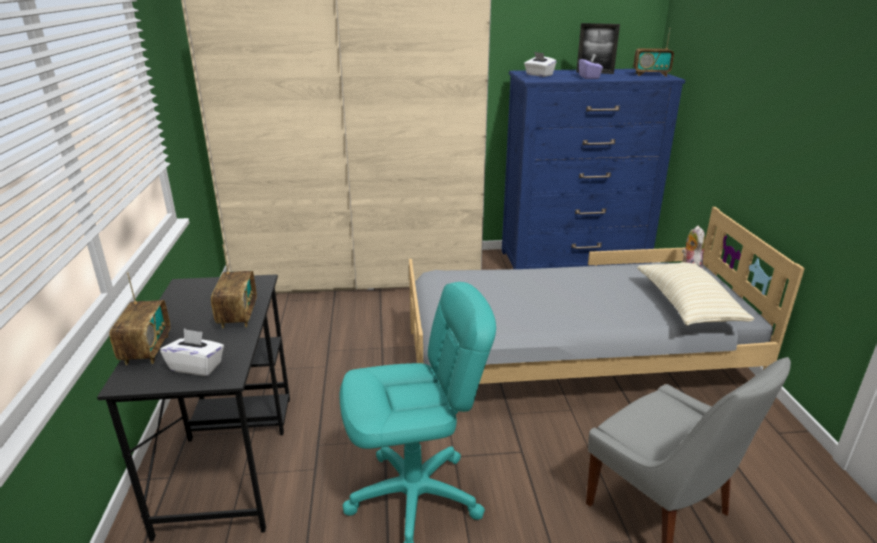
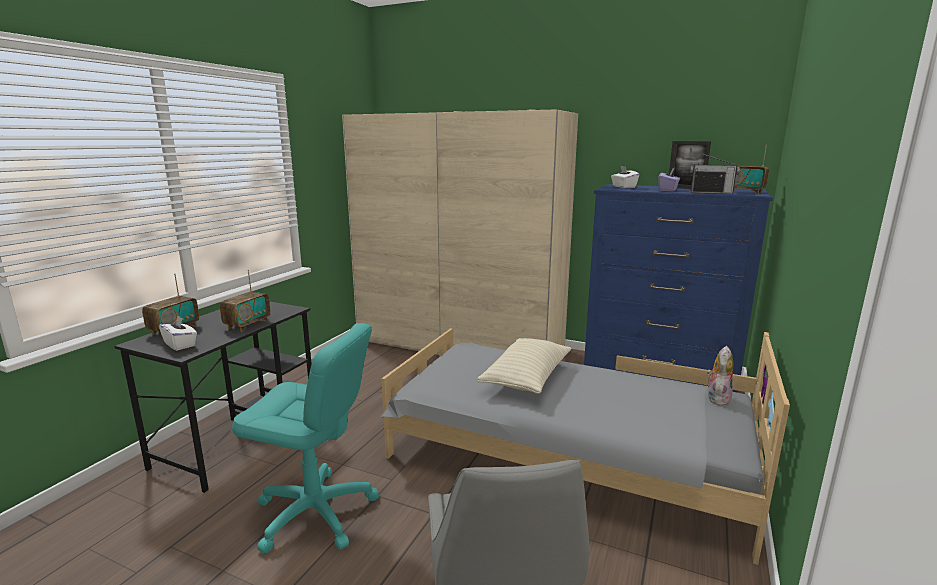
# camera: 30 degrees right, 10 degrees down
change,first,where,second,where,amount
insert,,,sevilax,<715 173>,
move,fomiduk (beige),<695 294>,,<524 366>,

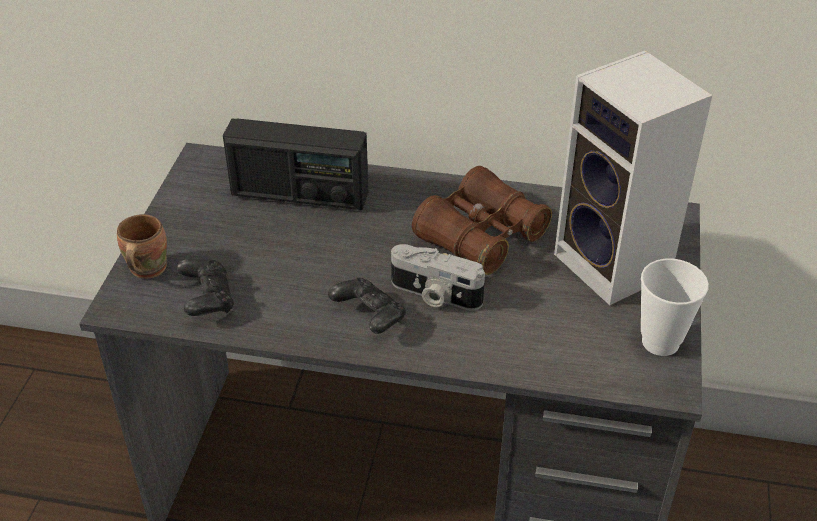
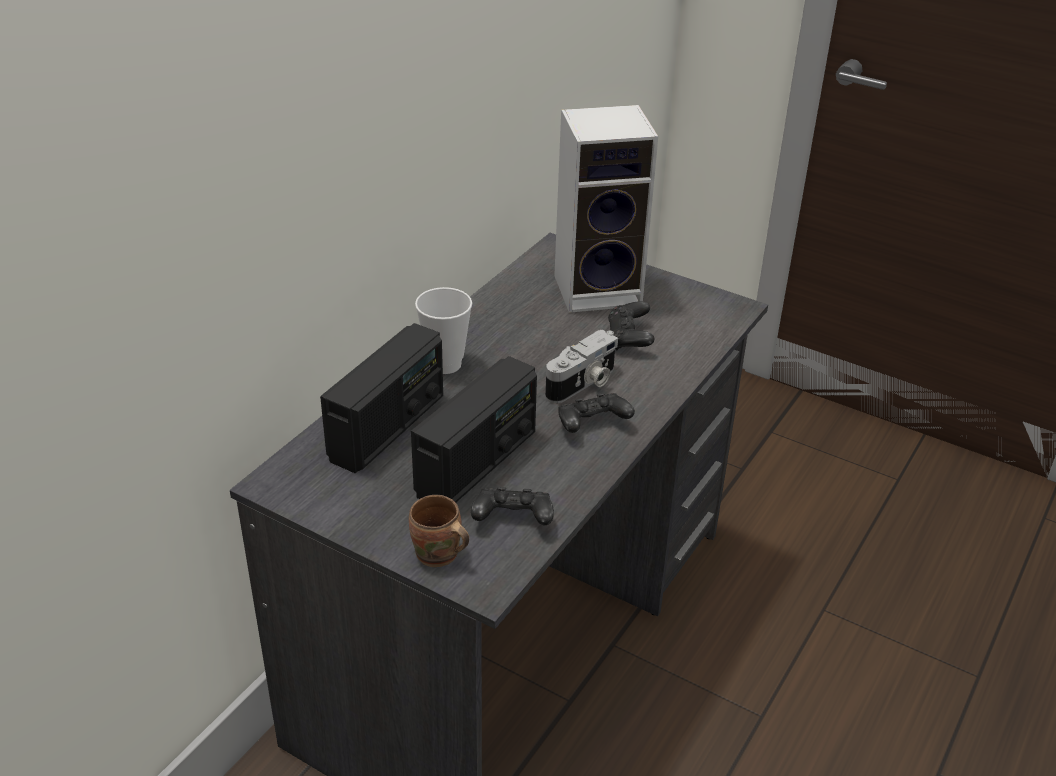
# camera: 70 degrees left, 5 degrees down
change,first,where,second,where,amount
delete,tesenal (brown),<482 220>,,,
insert,,,sevilax,<474 429>,
insert,,,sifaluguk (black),<631 325>,
move,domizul,<675 307>,,<443 330>,

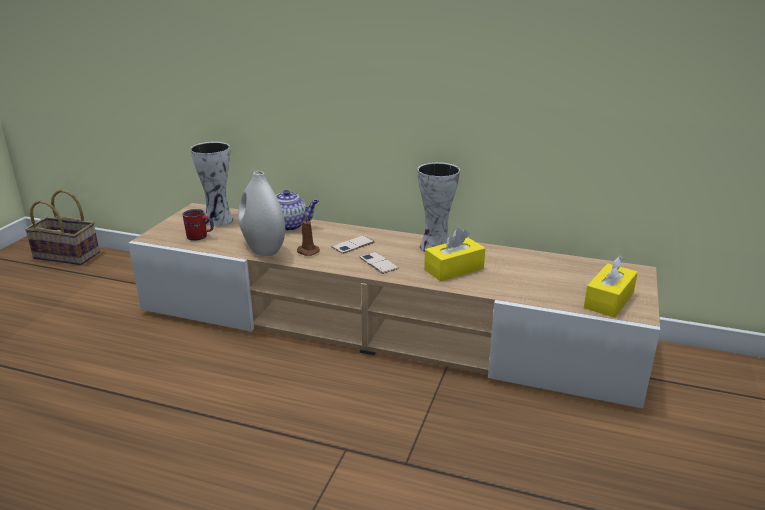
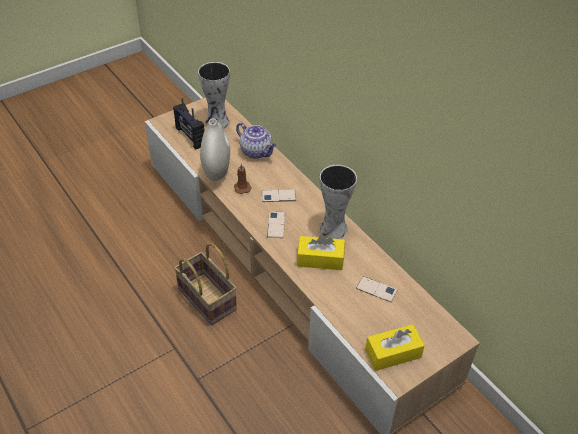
# camera: 35 degrees right, 20 degrees up
change,first,where,second,where,amount
insert,,,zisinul,<377 289>,
move,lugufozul,<62 227>,,<205 284>,
replace,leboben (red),<198 225>,sevilax,<188 123>,

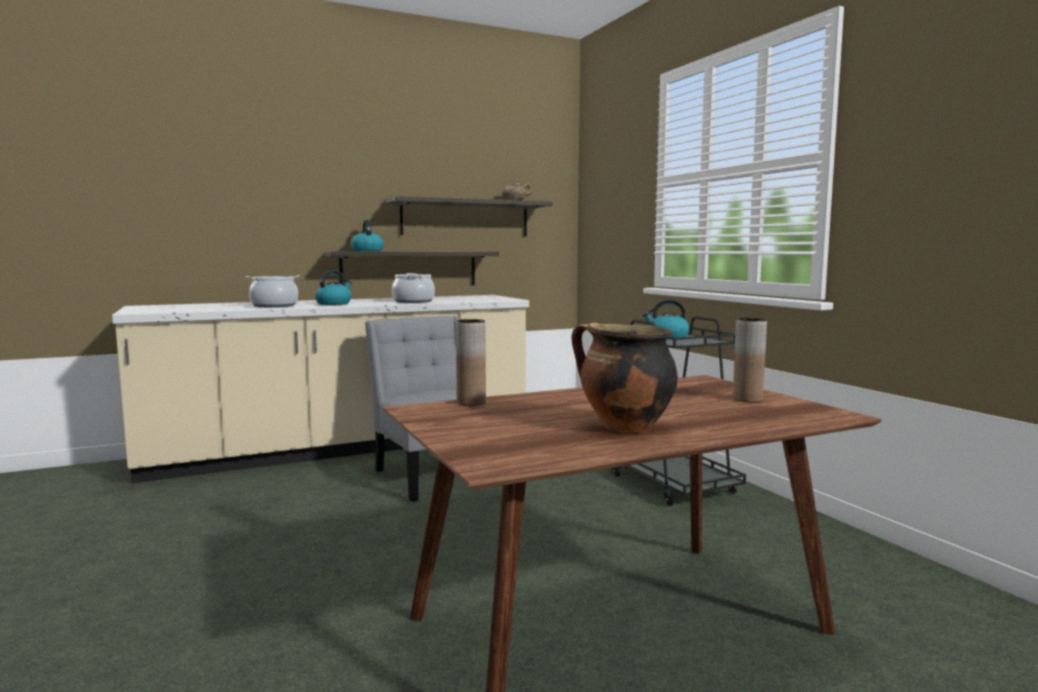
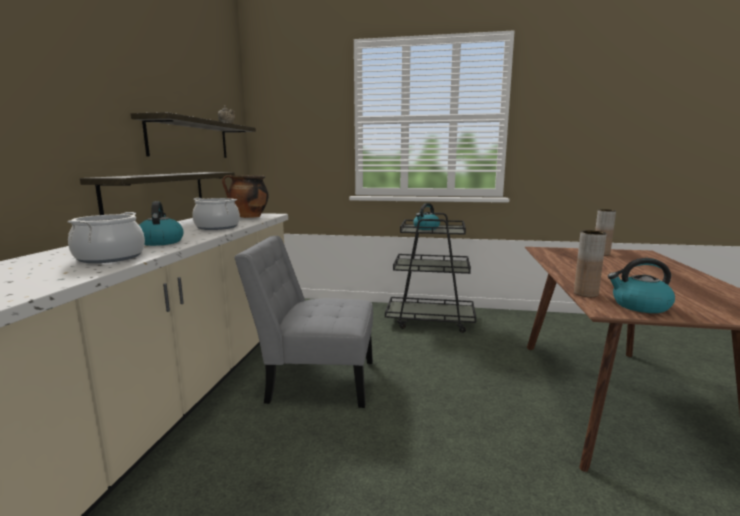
# camera: 55 degrees left, 5 degrees up
change,first,where,second,where,amount
move,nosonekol,<367 235>,,<641 285>,
move,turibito,<624 377>,,<245 196>,

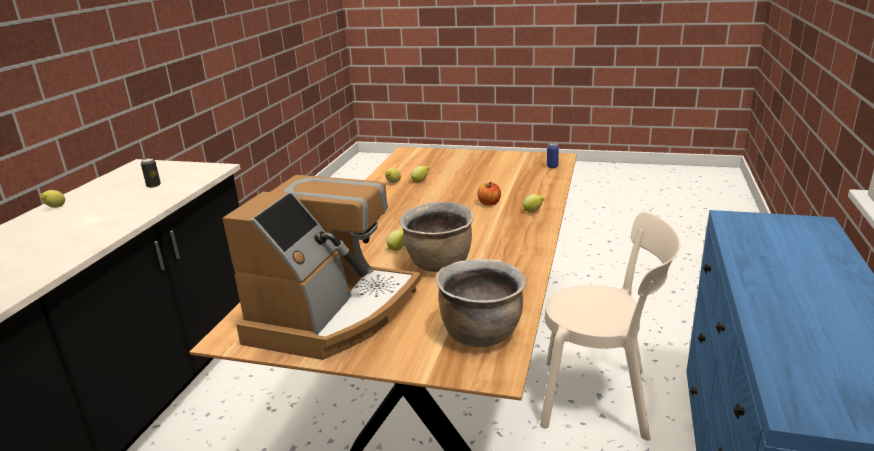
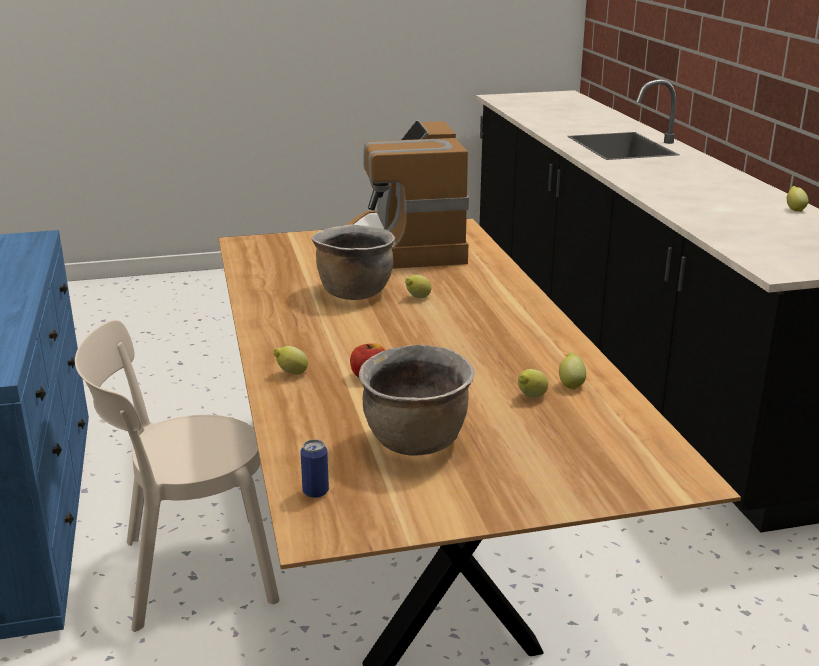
# camera: 150 degrees right, 0 degrees up
change,first,where,second,where,amount
delete,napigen,<151 173>,,,
move,turibito (brown),<481 303>,,<416 400>,

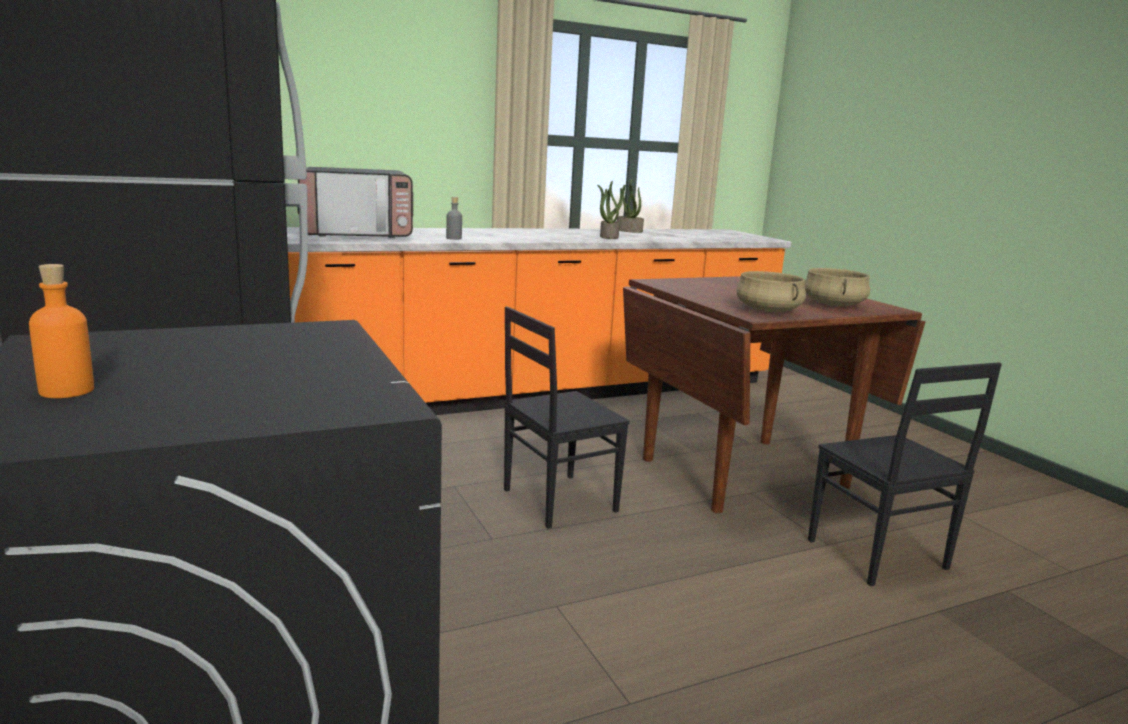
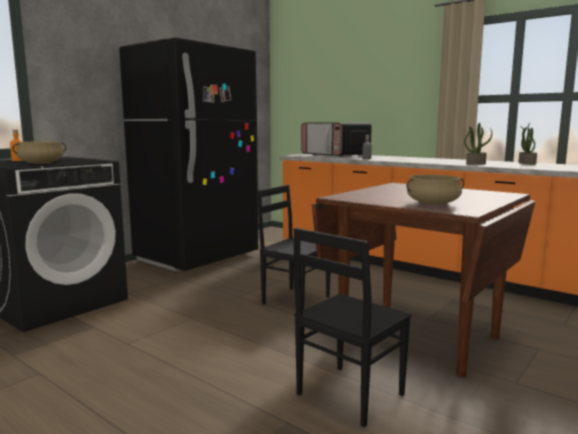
# camera: 65 degrees right, 5 degrees down
change,first,where,second,where,amount
move,turibito (beige),<771 291>,,<39 152>,

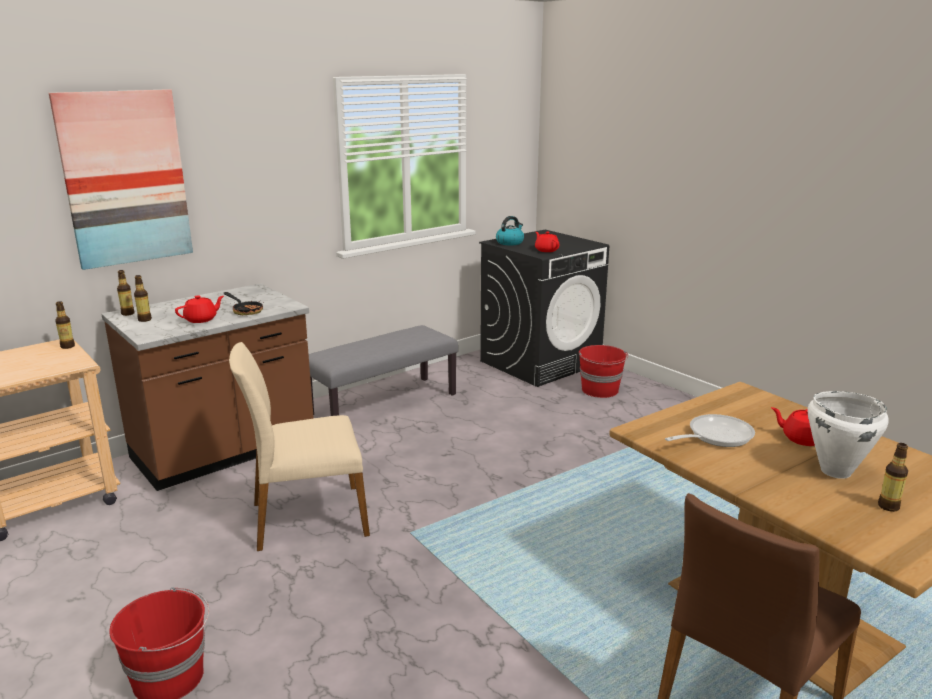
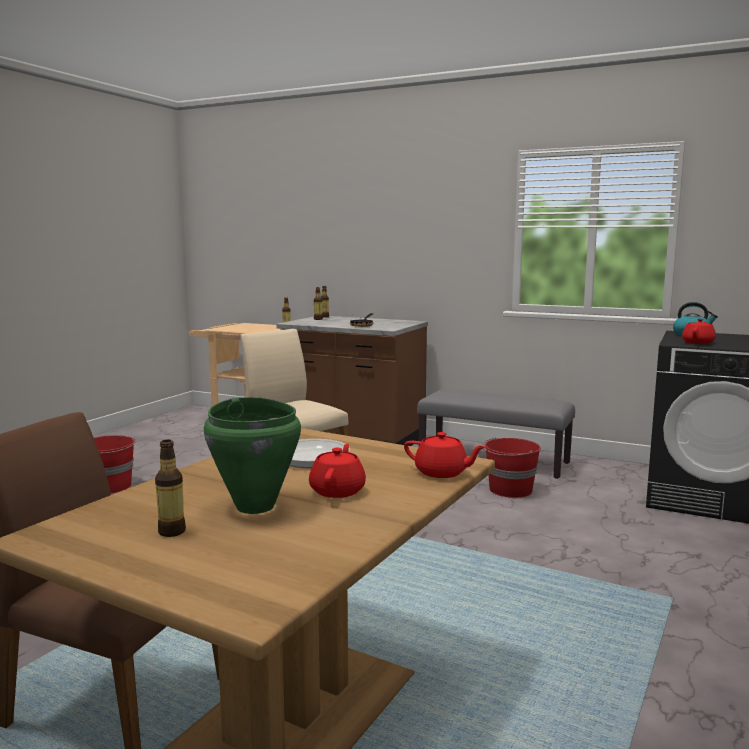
# camera: 65 degrees right, 10 degrees down
change,first,where,second,where,amount
delete,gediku,<121 179>,,,
move,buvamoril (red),<199 309>,,<445 455>,
move,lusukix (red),<603 371>,,<511 467>,
recolor,turibito (white),<848 435>,turibito (green),<252 455>,

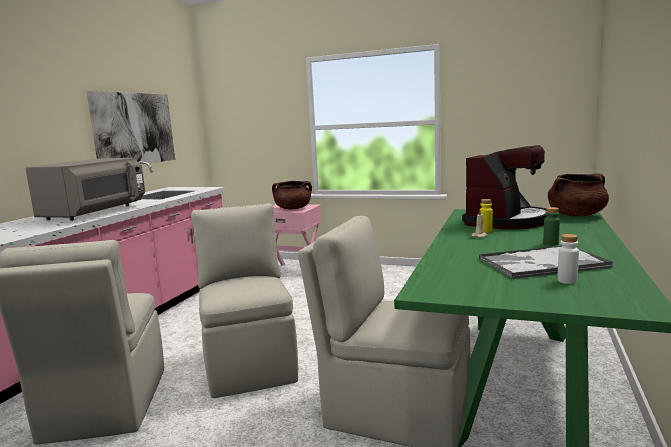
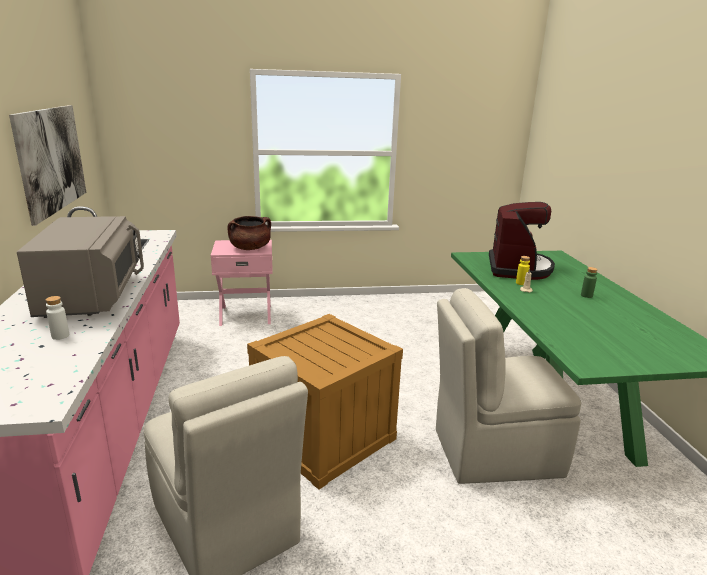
# camera: 30 degrees left, 10 degrees up
change,first,where,second,where,amount
delete,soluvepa,<546 262>,,,
delete,turibito (brown),<578 195>,,,
move,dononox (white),<568 259>,,<57 318>,
replace,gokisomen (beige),<244 300>,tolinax,<325 402>,

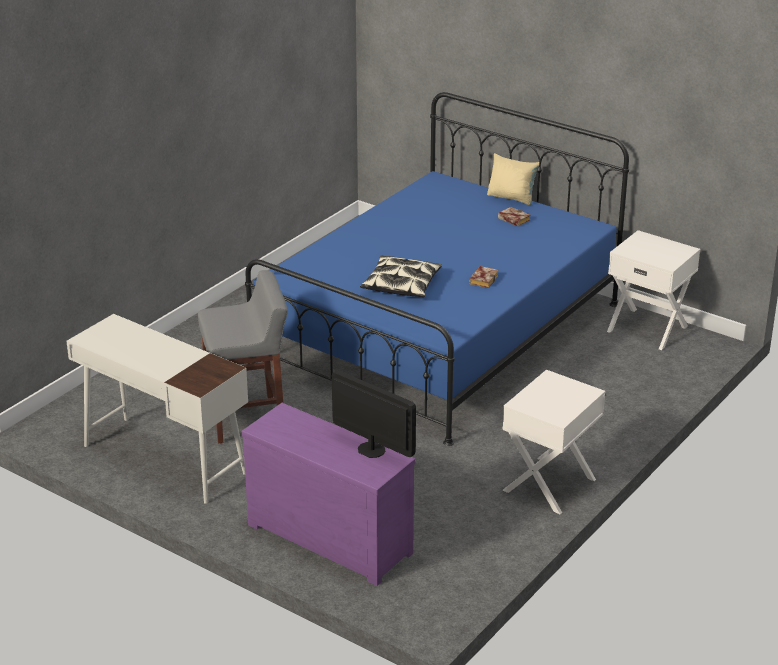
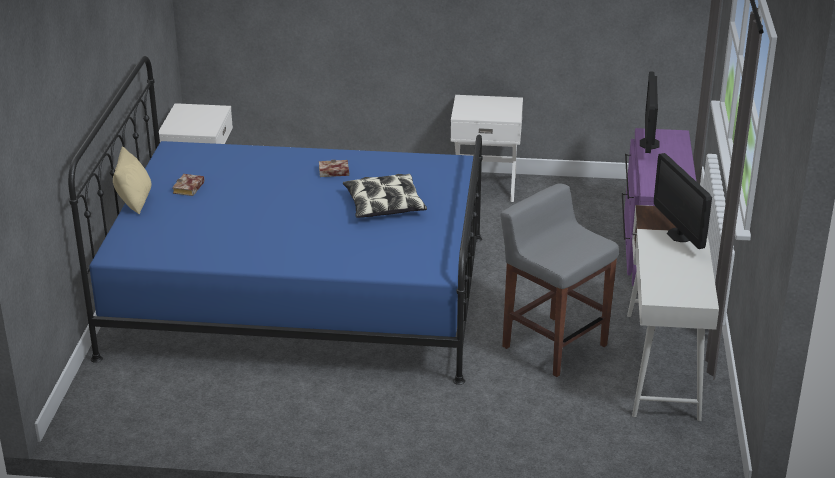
# camera: 120 degrees left, 0 degrees up
change,first,where,second,where,amount
insert,,,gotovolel,<683 201>,

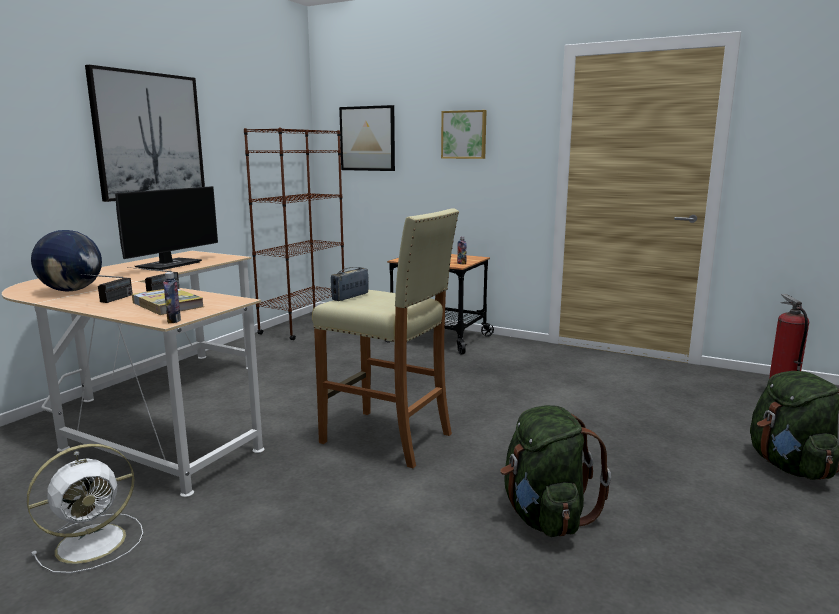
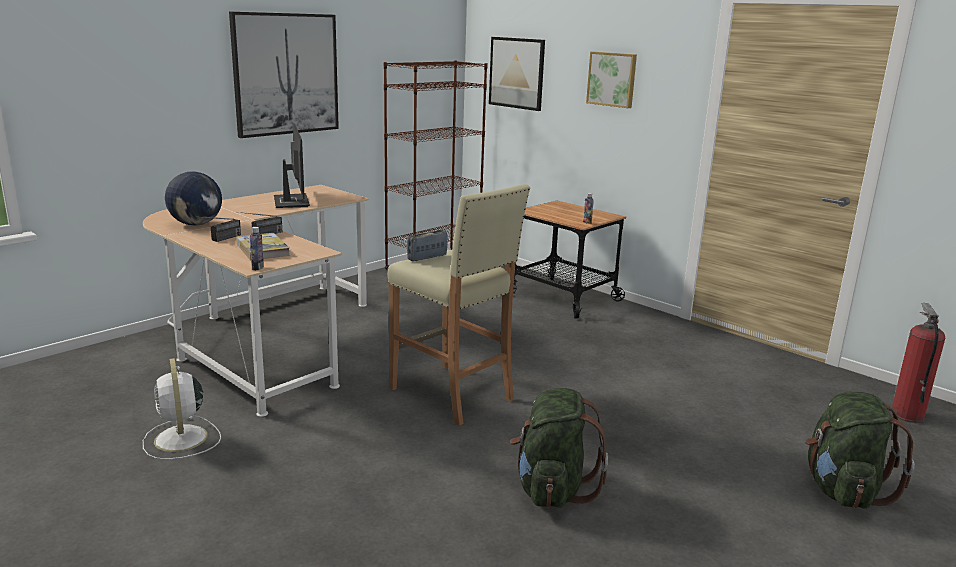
# camera: 15 degrees right, 5 degrees up
change,first,where,second,where,amount
rotate,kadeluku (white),<85 508>,,<182 409>,90 degrees clockwise
rotate,gotovolel,<166 228>,,<292 165>,60 degrees counterclockwise

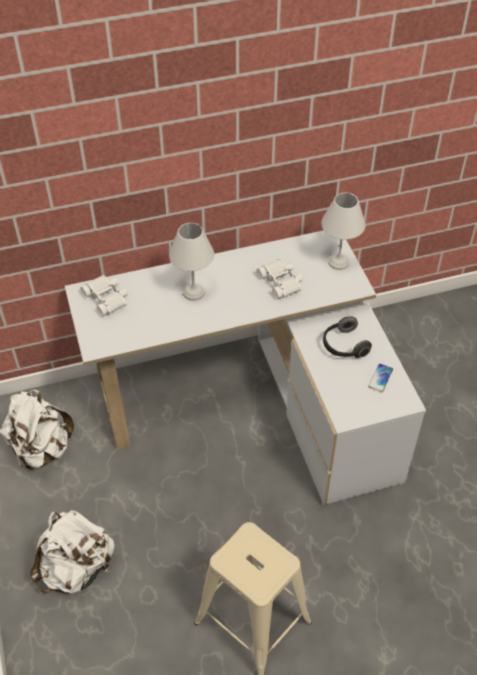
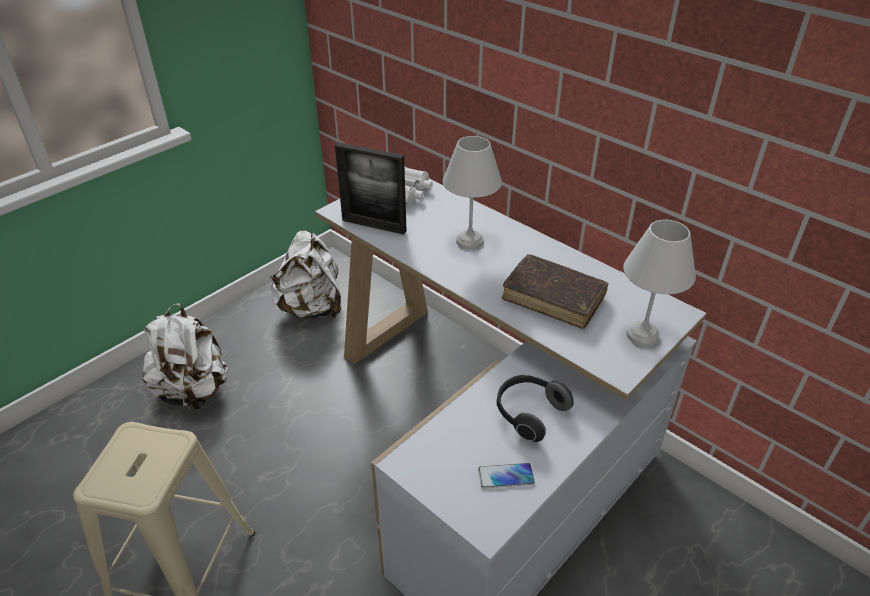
# camera: 60 degrees right, 10 degrees down
change,first,where,second,where,amount
insert,,,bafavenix,<371 188>,
replace,tesenal (white),<280 279>,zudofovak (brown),<555 291>,

